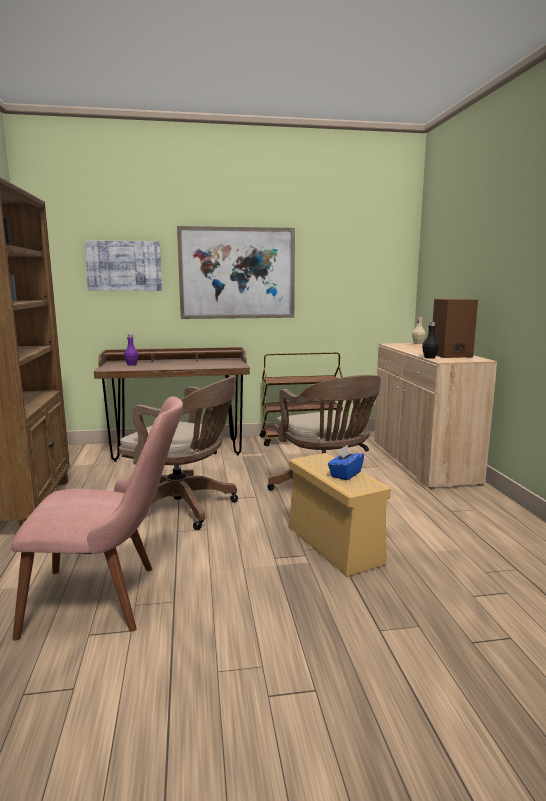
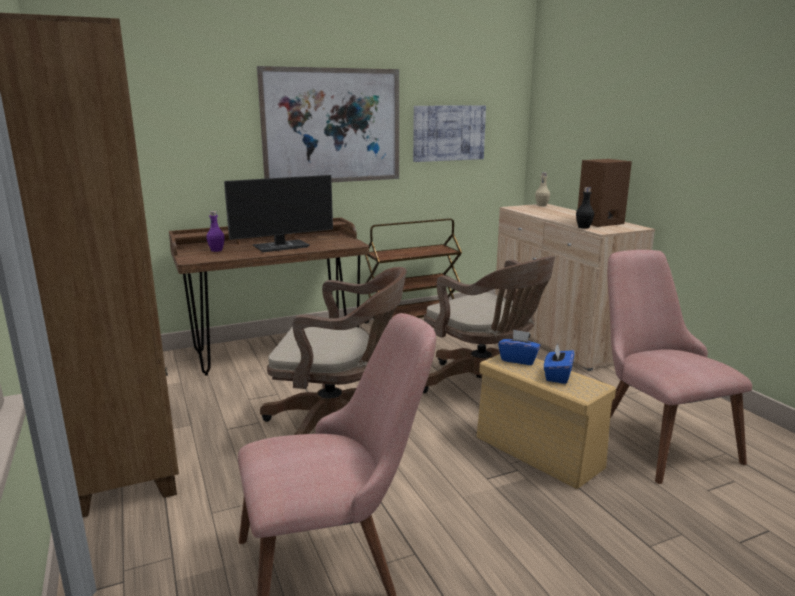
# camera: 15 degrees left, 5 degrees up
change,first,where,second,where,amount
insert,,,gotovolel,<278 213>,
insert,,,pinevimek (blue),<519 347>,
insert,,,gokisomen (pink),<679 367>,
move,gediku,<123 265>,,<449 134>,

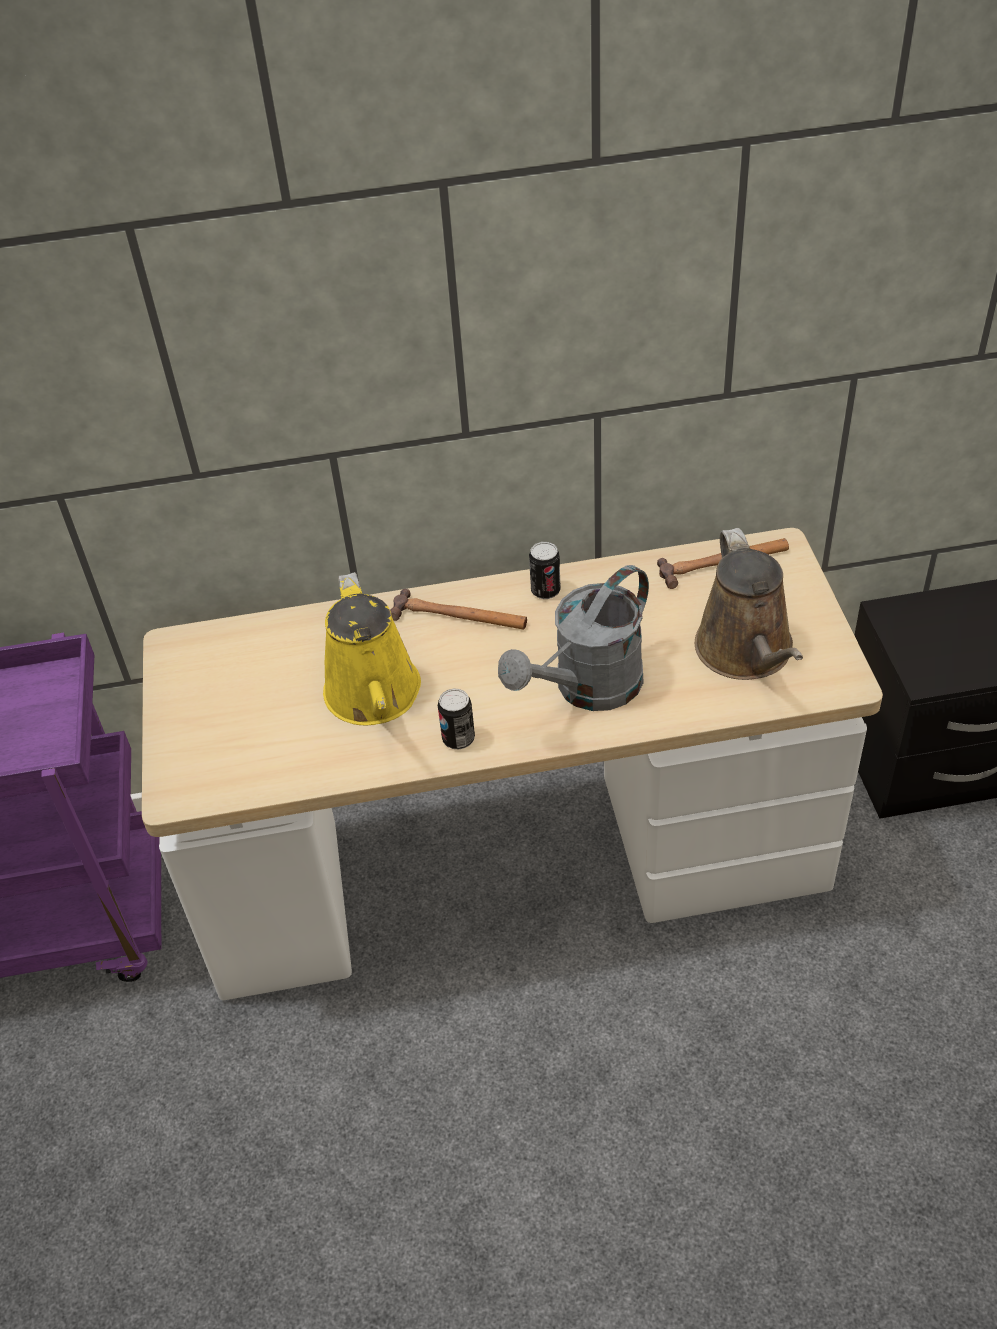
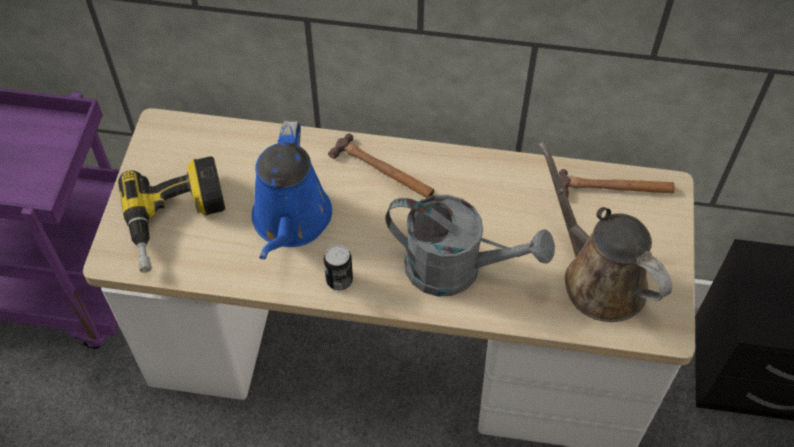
# camera: 15 degrees right, 10 degrees up
change,first,where,second,where,amount
delete,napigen,<545 570>,,,
insert,,,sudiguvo,<171 214>,
recolor,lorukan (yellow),<372 648>,lorukan (blue),<292 190>,
rotate,lorukan (grey),<573 638>,,<470 246>,135 degrees counterclockwise
rotate,lorukan (brown),<749 604>,,<605 232>,135 degrees clockwise

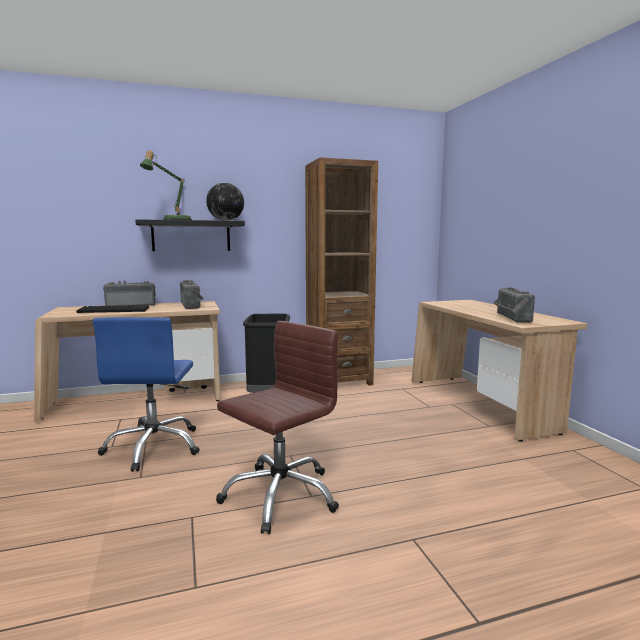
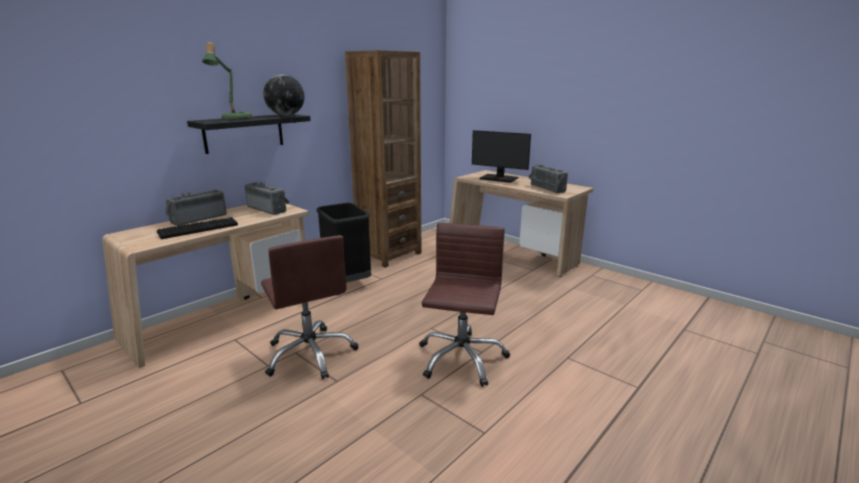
# camera: 30 degrees left, 10 degrees up
change,first,where,second,where,amount
insert,,,gotovolel,<501 156>,
recolor,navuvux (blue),<146 394>,navuvux (brown),<309 307>,

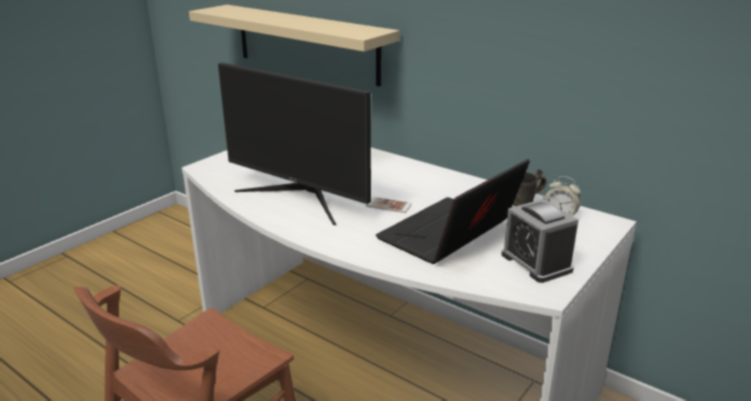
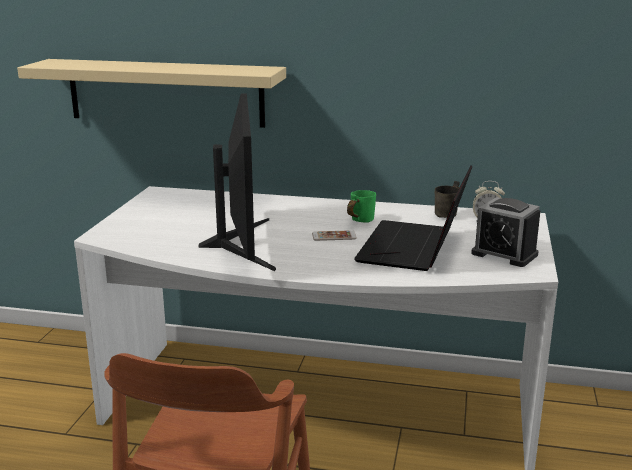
# camera: 25 degrees left, 5 degrees down
change,first,where,second,where,amount
insert,,,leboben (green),<361 206>,
rotate,gotovolel,<294 144>,,<237 182>,105 degrees counterclockwise

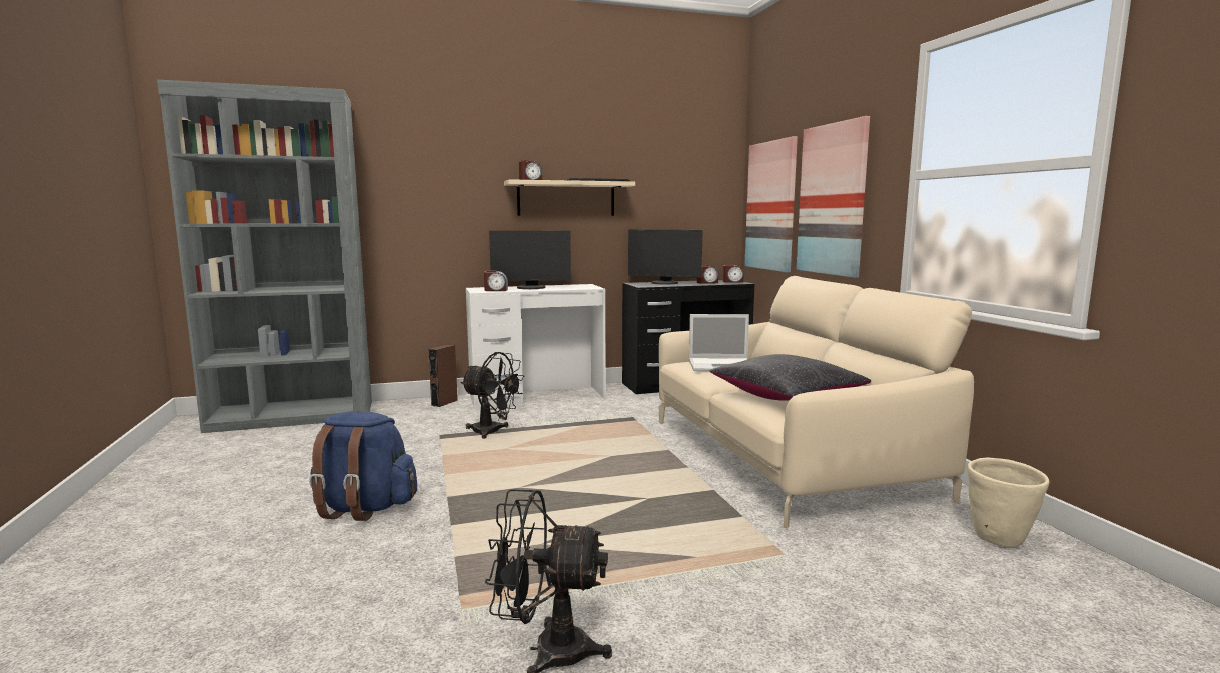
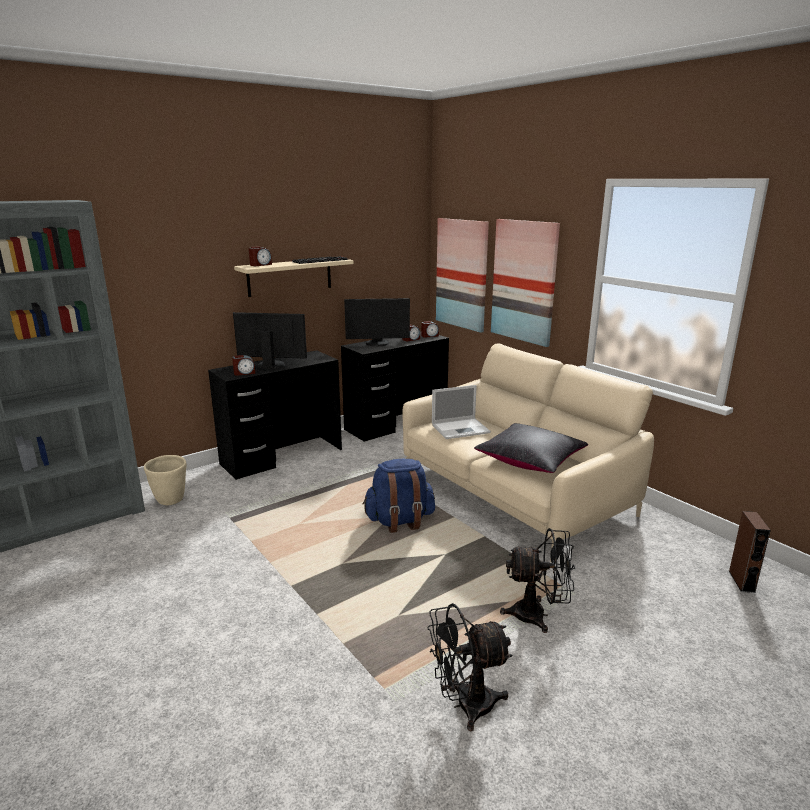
# camera: 20 degrees left, 10 degrees up
change,first,where,second,where,amount
move,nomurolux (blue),<363 466>,,<398 496>,
move,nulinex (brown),<443 375>,,<750 552>,
move,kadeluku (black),<492 395>,,<537 580>,
move,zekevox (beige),<1008 503>,,<165 480>,
recolor,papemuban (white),<535 346>,papemuban (black),<275 415>,
rotate,gotovolel,<530 260>,,<270 340>,150 degrees counterclockwise

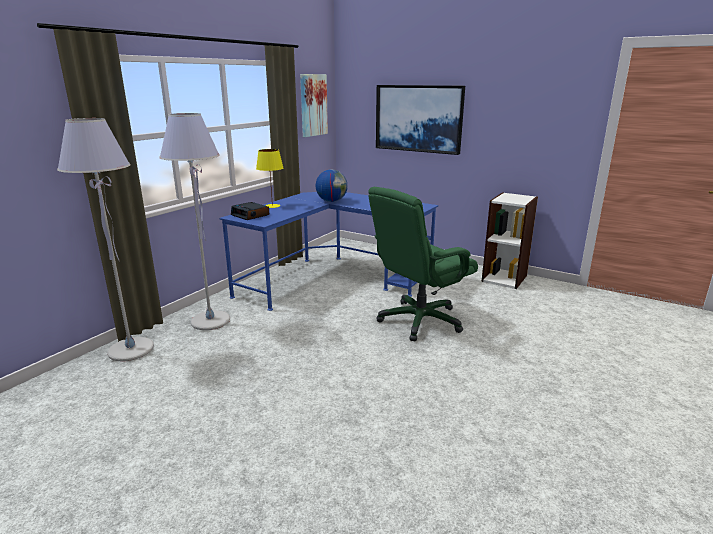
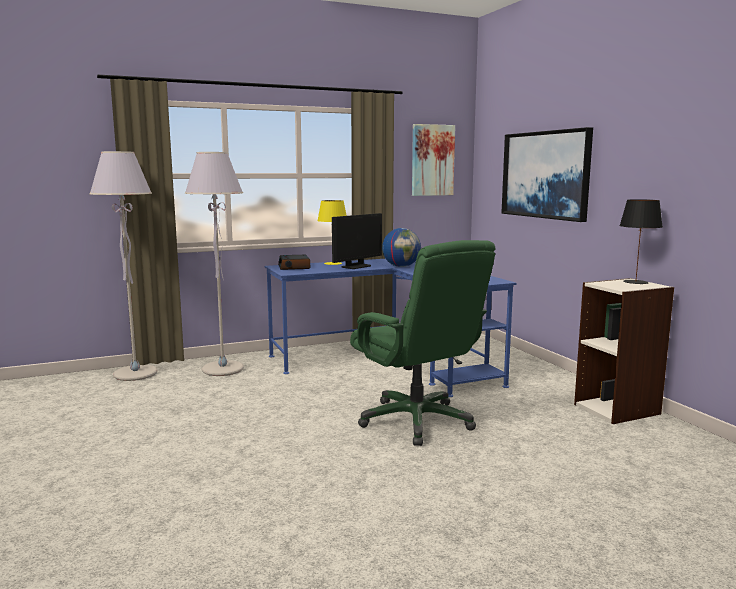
# camera: 35 degrees right, 10 degrees down
change,first,where,second,where,amount
insert,,,gotovolel,<357 241>,
insert,,,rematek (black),<641 241>,
rotate,navuvux (green),<423 264>,,<422 343>,120 degrees counterclockwise

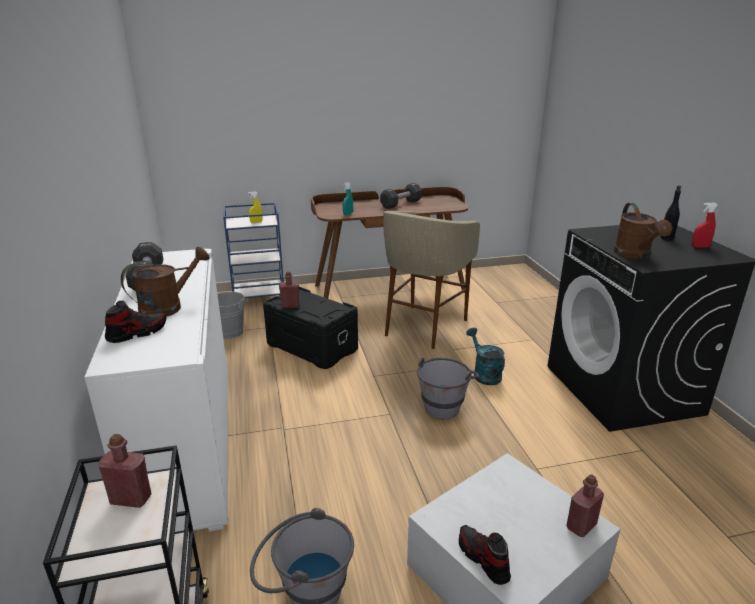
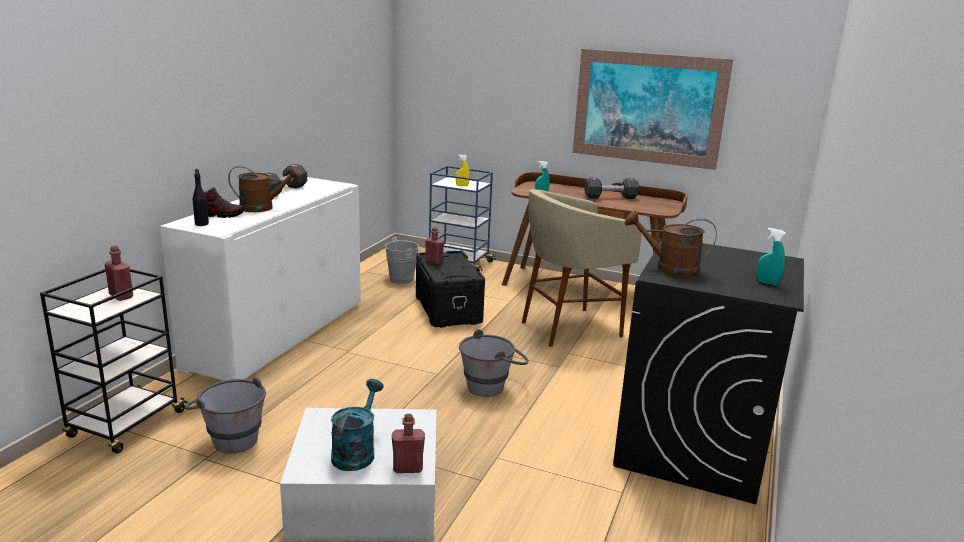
# camera: 35 degrees right, 5 degrees down
change,first,where,second,where,amount
delete,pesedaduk,<485 555>,,,
insert,,,gediku,<653 109>,
move,lorukan (turquoise),<485 356>,,<357 425>,
move,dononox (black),<671 213>,,<201 197>,
recolor,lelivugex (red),<705 225>,lelivugex (turquoise),<771 256>,
rotate,lorukan (brown),<643 231>,,<671 243>,75 degrees clockwise

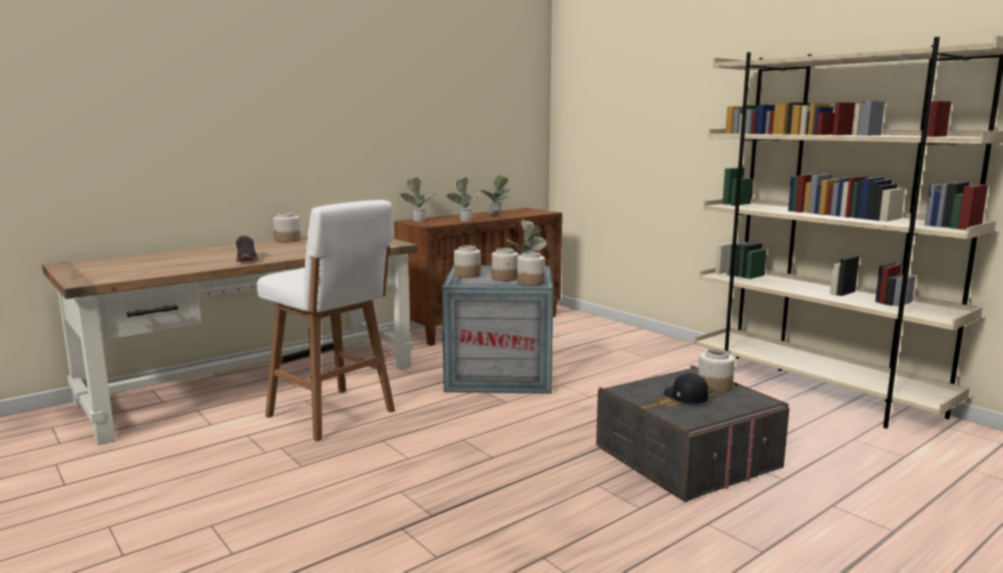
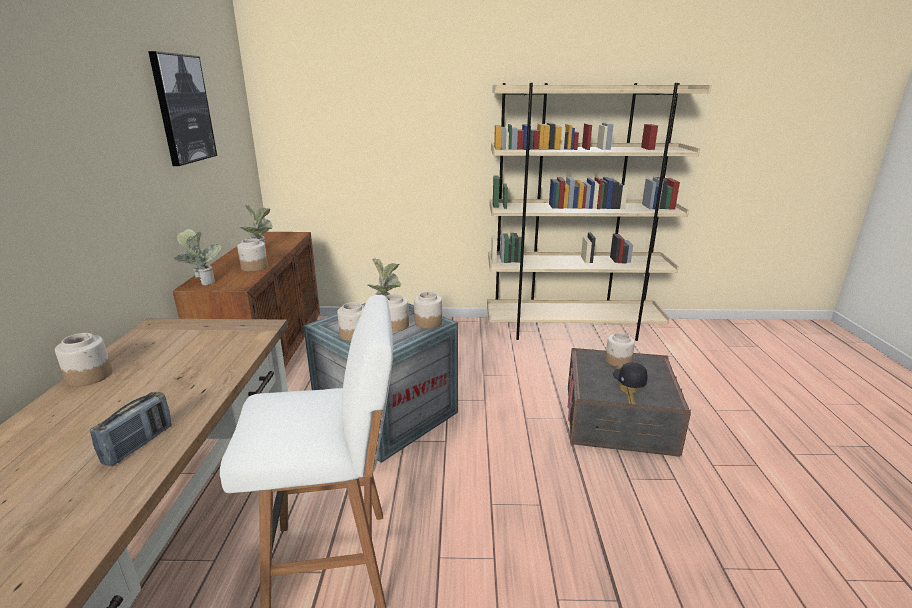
# camera: 50 degrees left, 10 degrees up
change,first,where,second,where,amount
insert,,,gediku,<182 108>,
replace,pesedaduk,<247 248>,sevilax,<131 429>,
replace,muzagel,<464 199>,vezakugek,<252 255>,
rotate,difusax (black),<686 388>,,<630 375>,60 degrees clockwise

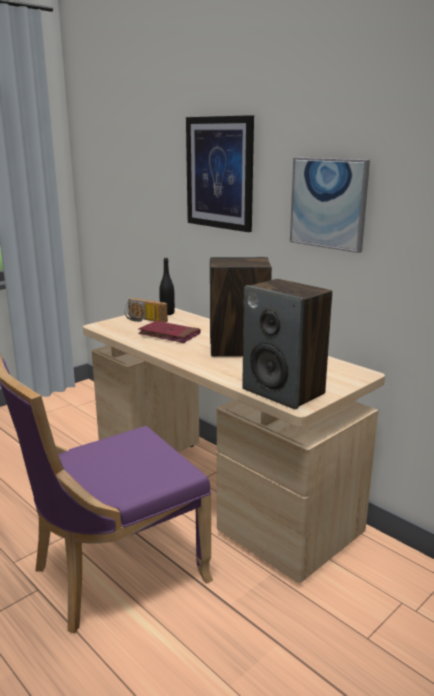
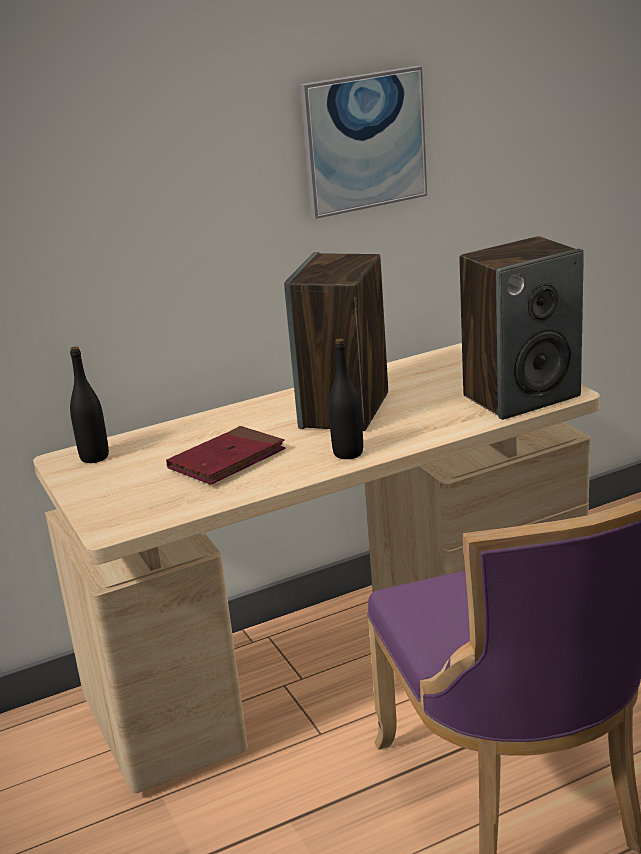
# camera: 70 degrees left, 5 degrees up
change,first,where,second,where,amount
delete,sevilax,<146 310>,,,
delete,gediku,<220 173>,,,
insert,,,dononox (black),<345 398>,

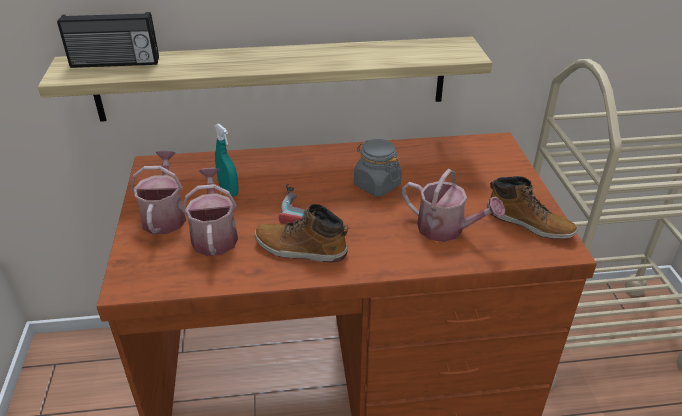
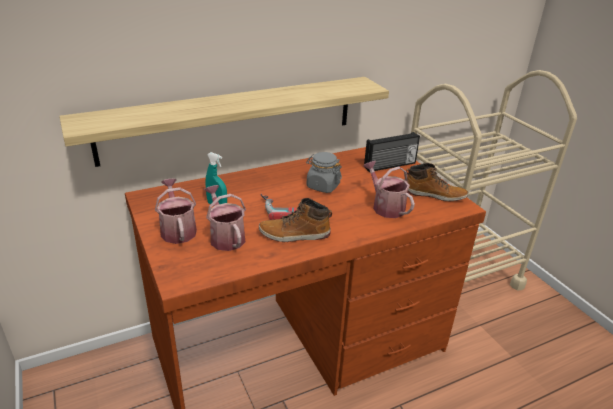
# camera: 20 degrees left, 5 degrees down
change,first,where,second,where,amount
move,sevilax,<108 40>,,<392 152>,
rotate,lorukan,<453 205>,,<389 189>,135 degrees counterclockwise

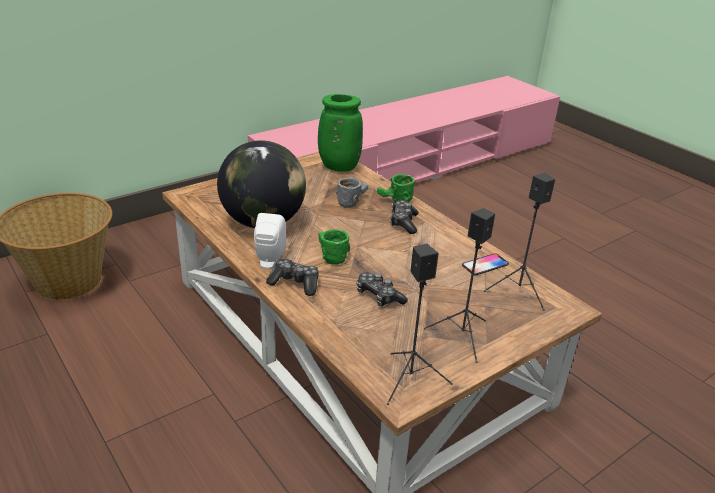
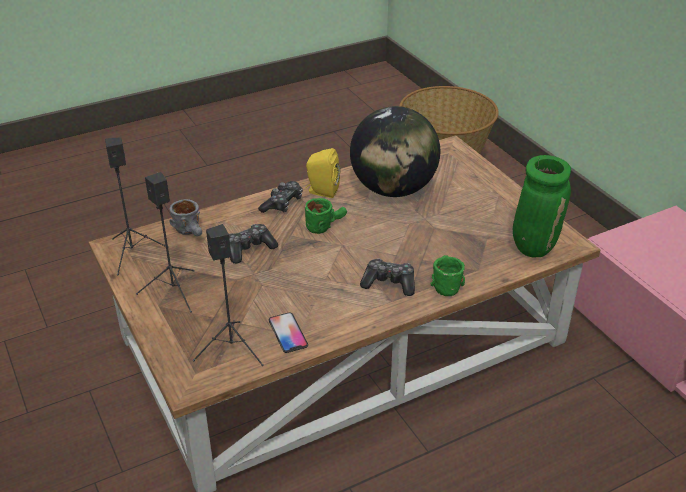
# camera: 100 degrees right, 5 degrees up
change,first,where,second,where,amount
move,leboben (grey),<352 192>,,<185 217>,
recolor,nulinex (white),<270 241>,nulinex (yellow),<322 173>,

